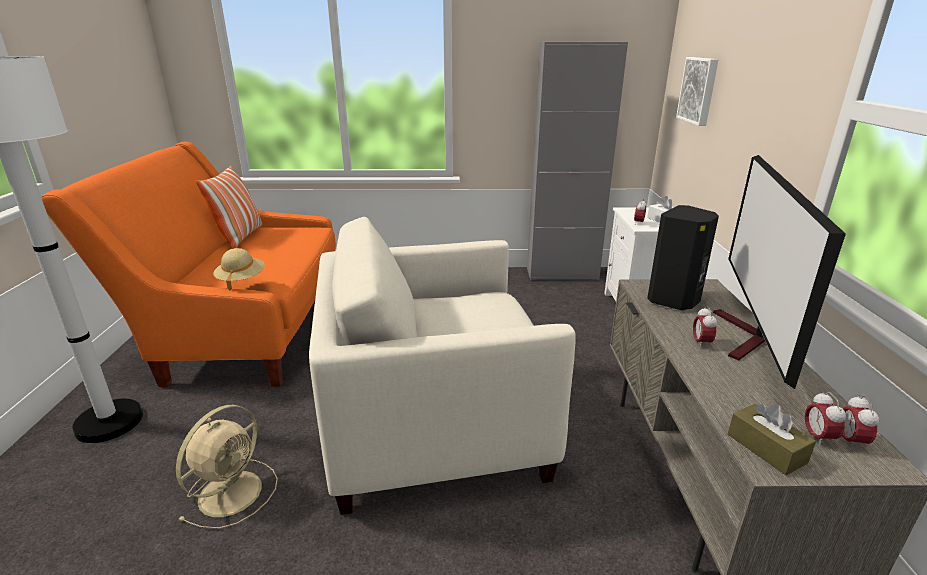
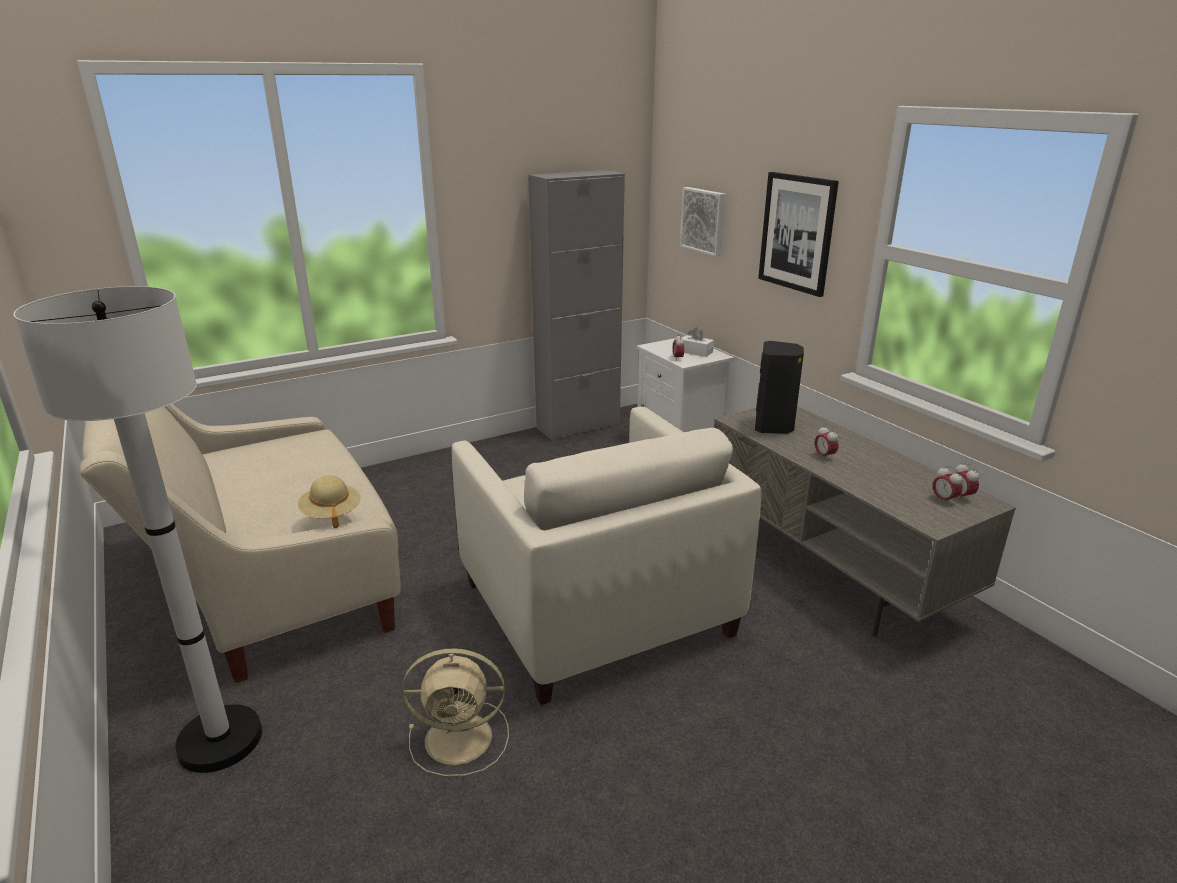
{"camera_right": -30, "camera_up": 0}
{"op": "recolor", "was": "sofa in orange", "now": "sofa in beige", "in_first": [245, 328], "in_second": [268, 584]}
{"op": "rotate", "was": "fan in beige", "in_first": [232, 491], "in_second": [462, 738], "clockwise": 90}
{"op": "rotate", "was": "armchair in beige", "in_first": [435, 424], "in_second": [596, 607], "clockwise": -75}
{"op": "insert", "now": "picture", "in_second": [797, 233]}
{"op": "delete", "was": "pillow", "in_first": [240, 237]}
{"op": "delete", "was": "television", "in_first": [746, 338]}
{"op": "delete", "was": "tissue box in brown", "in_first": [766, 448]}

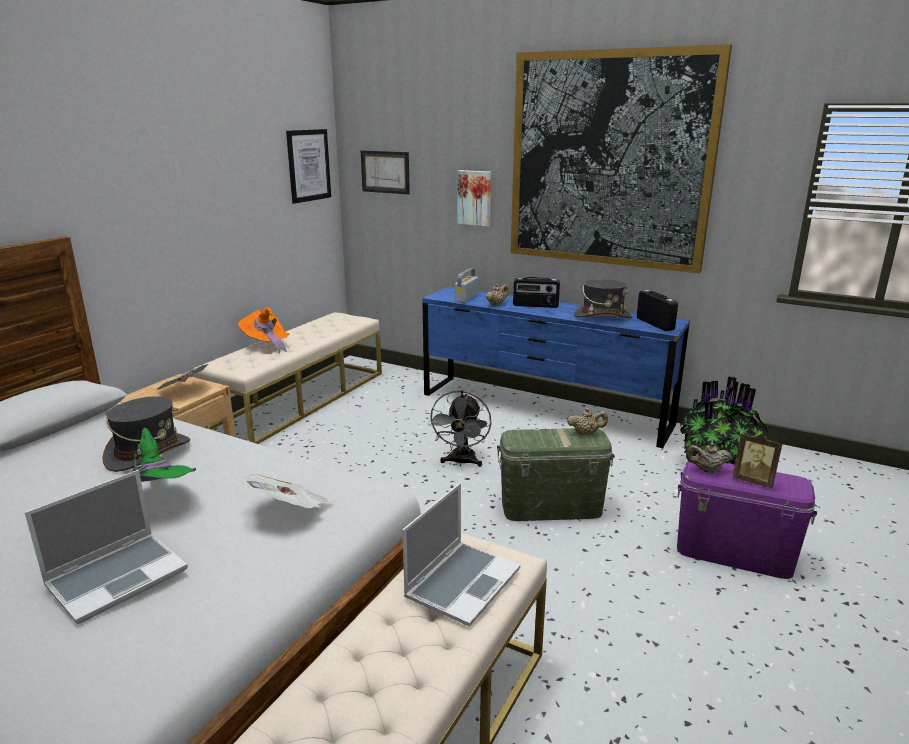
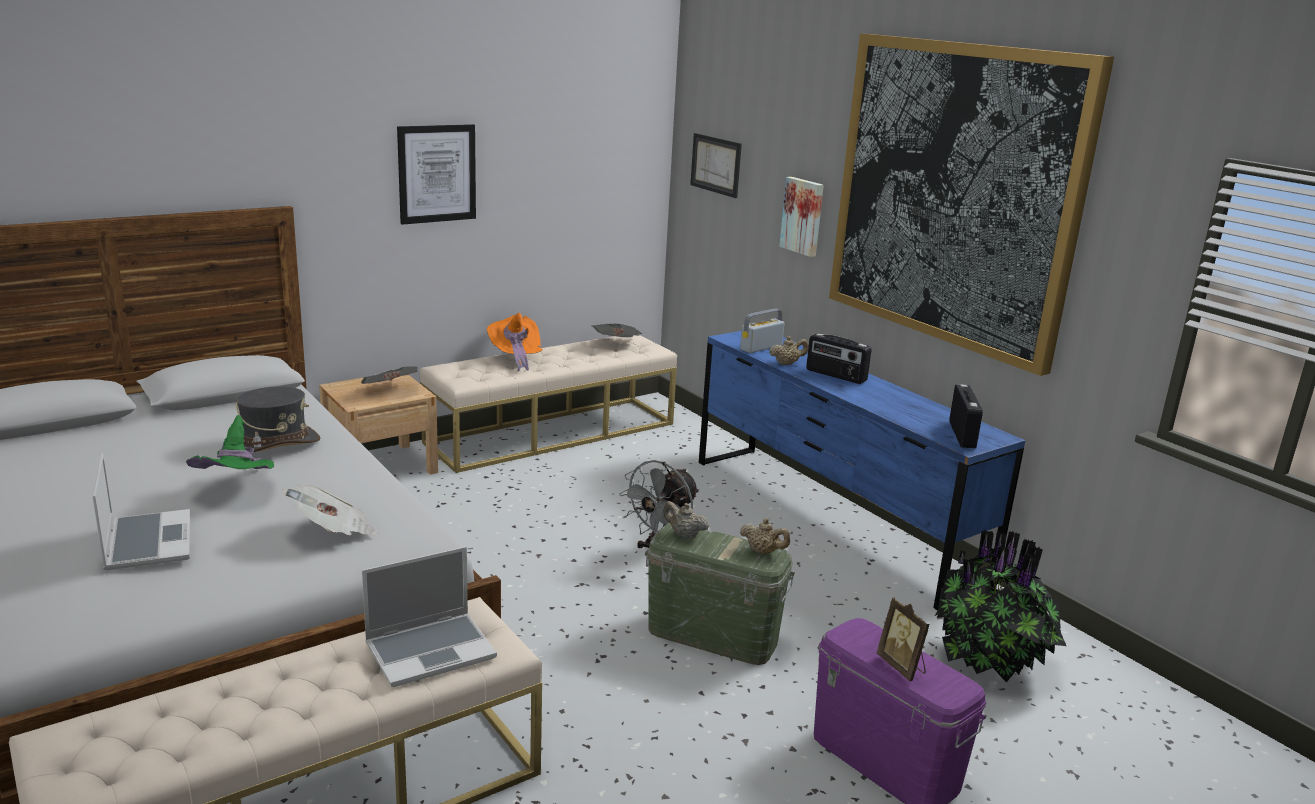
{"camera_right": 25, "camera_up": 0}
{"op": "rotate", "was": "laptop", "in_first": [118, 577], "in_second": [147, 542], "clockwise": -90}
{"op": "move", "was": "picture", "in_first": [308, 165], "in_second": [437, 173]}
{"op": "insert", "now": "newspaper", "in_second": [617, 344]}
{"op": "move", "was": "teapot in beige", "in_first": [706, 470], "in_second": [684, 535]}
{"op": "delete", "was": "hat in grey", "in_first": [602, 316]}

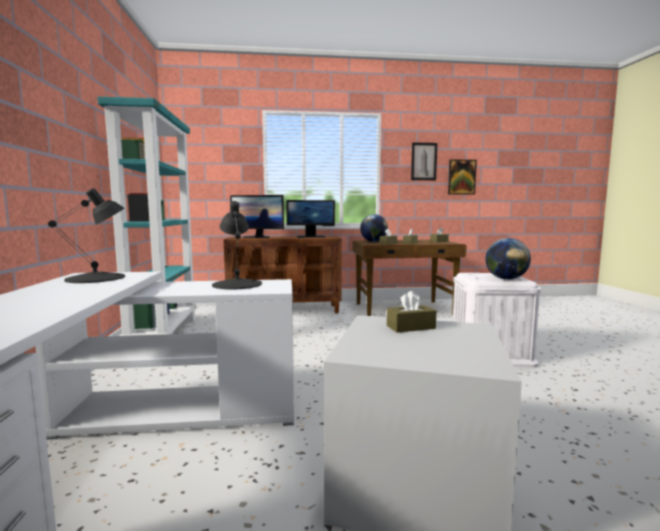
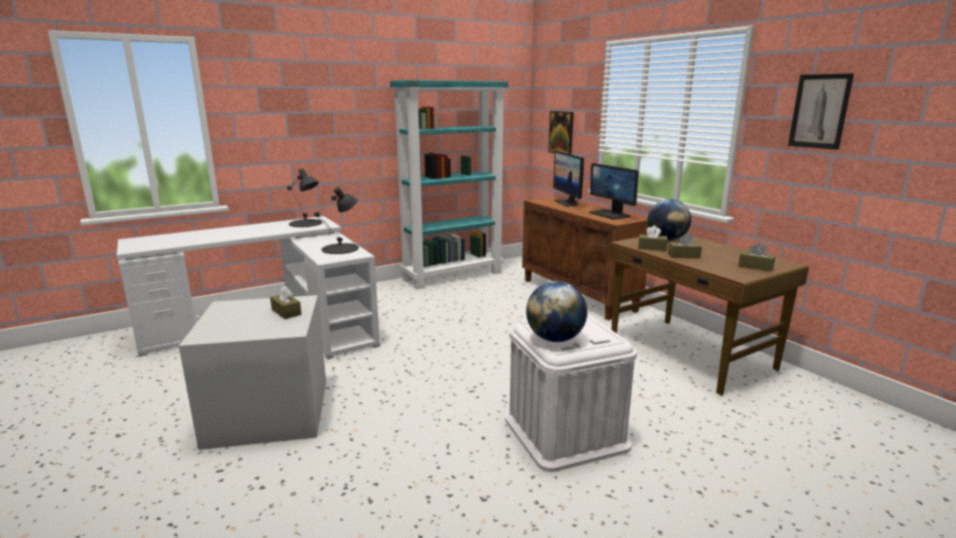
{"camera_right": 65, "camera_up": 10}
{"op": "move", "was": "picture", "in_first": [461, 177], "in_second": [561, 132]}

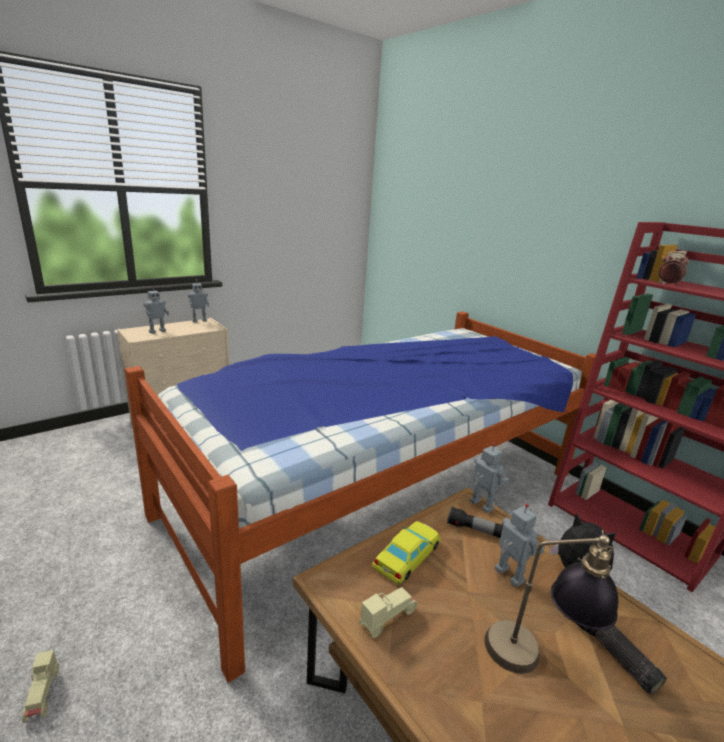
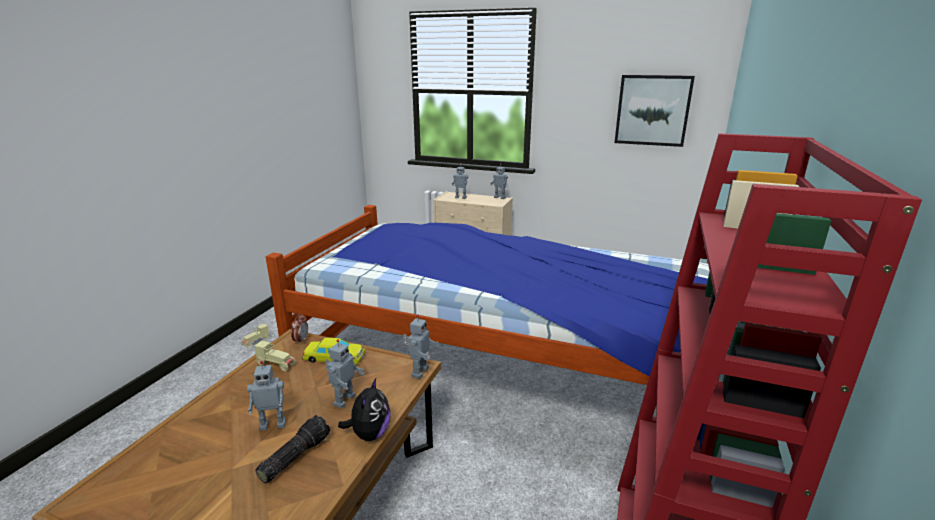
{"camera_right": 60, "camera_up": 0}
{"op": "replace", "was": "table lamp", "now": "toy robot", "in_first": [536, 656], "in_second": [273, 424]}
{"op": "move", "was": "alarm clock", "in_first": [668, 284], "in_second": [301, 341]}
{"op": "insert", "now": "picture", "in_second": [652, 110]}
{"op": "delete", "was": "flashlight", "in_first": [473, 530]}

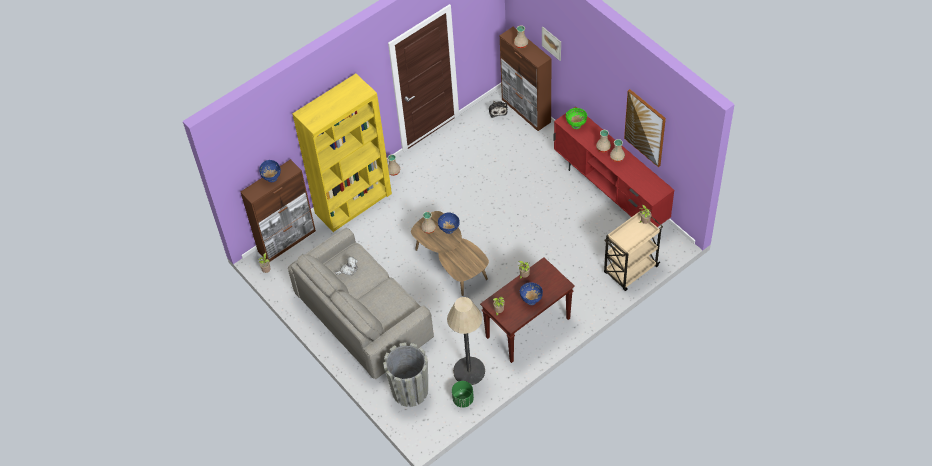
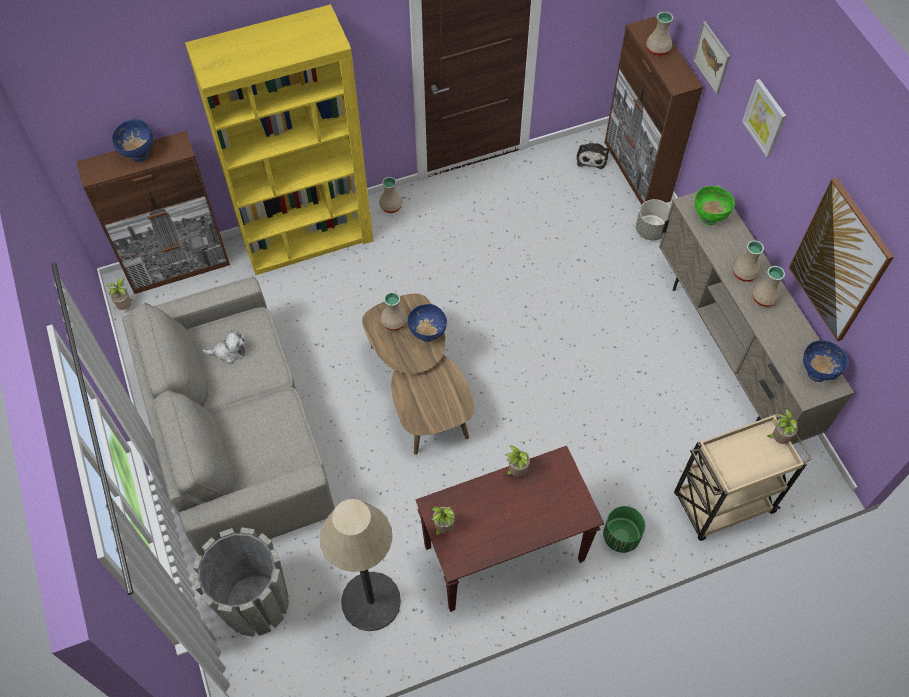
{"camera_right": 15, "camera_up": 5}
{"op": "move", "was": "planter in green", "in_first": [463, 399], "in_second": [621, 537]}
{"op": "insert", "now": "planter in grey", "in_second": [650, 230]}
{"op": "recolor", "was": "tv stand in red", "now": "tv stand in beige", "in_first": [611, 192], "in_second": [732, 350]}
{"op": "insert", "now": "picture", "in_second": [765, 118]}
{"op": "move", "was": "bowl in blue", "in_first": [531, 300], "in_second": [817, 372]}

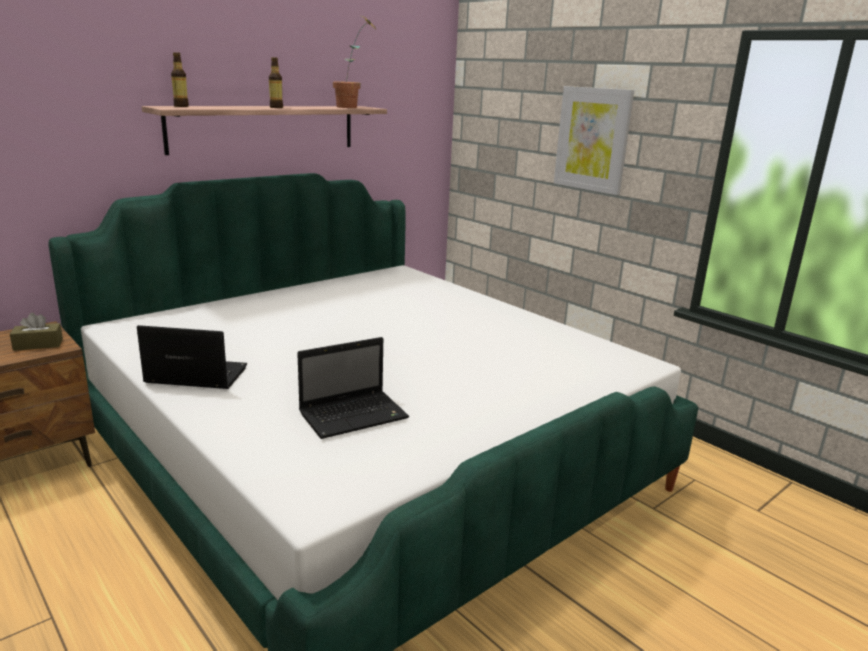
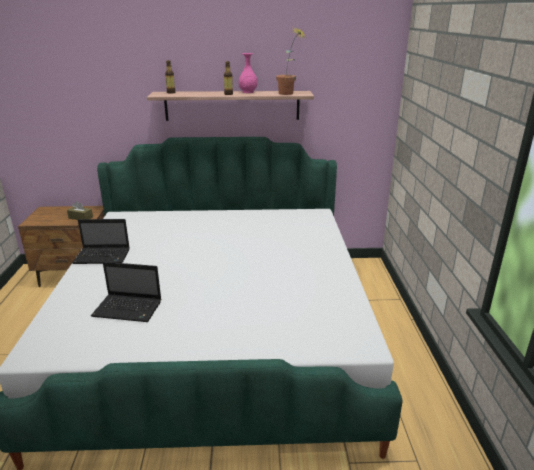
{"camera_right": 40, "camera_up": 5}
{"op": "rotate", "was": "laptop", "in_first": [194, 376], "in_second": [103, 256], "clockwise": 135}
{"op": "insert", "now": "vase in pink", "in_second": [248, 92]}
{"op": "delete", "was": "picture", "in_first": [592, 139]}

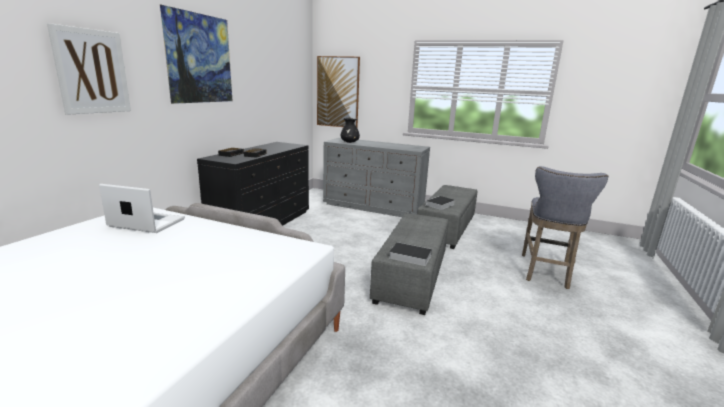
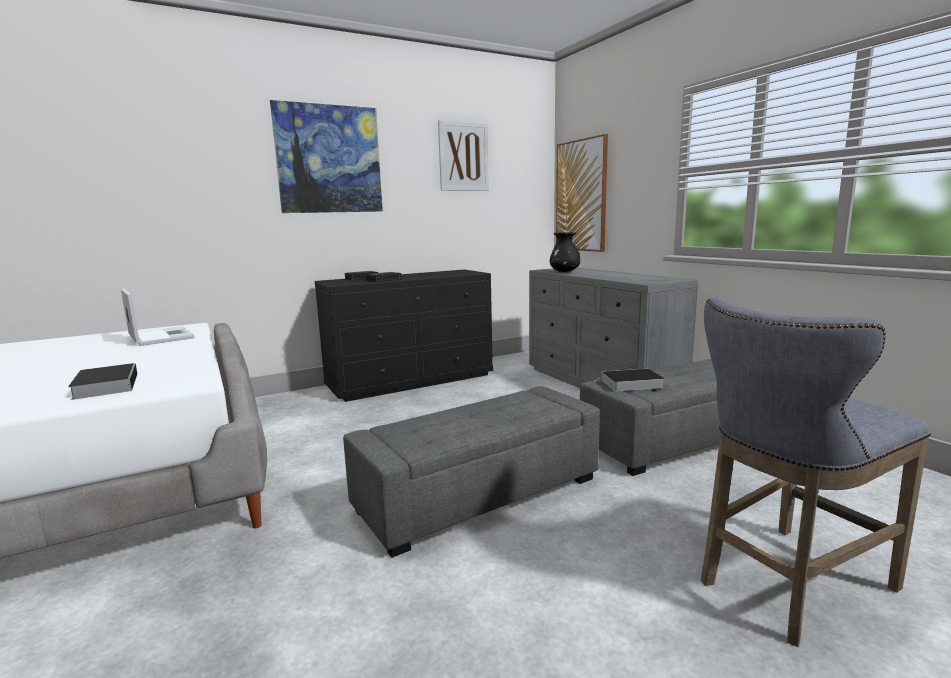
{"camera_right": 40, "camera_up": -5}
{"op": "move", "was": "book", "in_first": [408, 256], "in_second": [106, 385]}
{"op": "move", "was": "picture", "in_first": [92, 71], "in_second": [463, 156]}

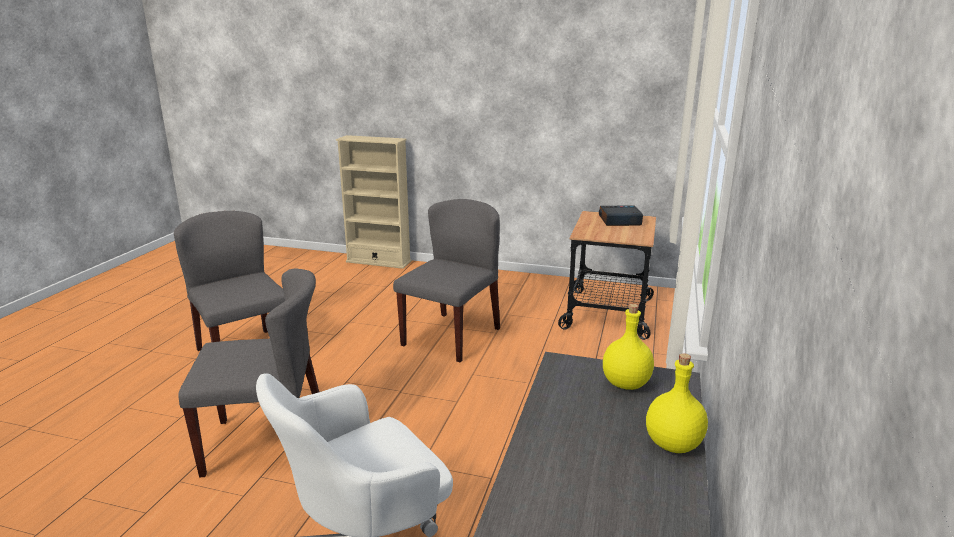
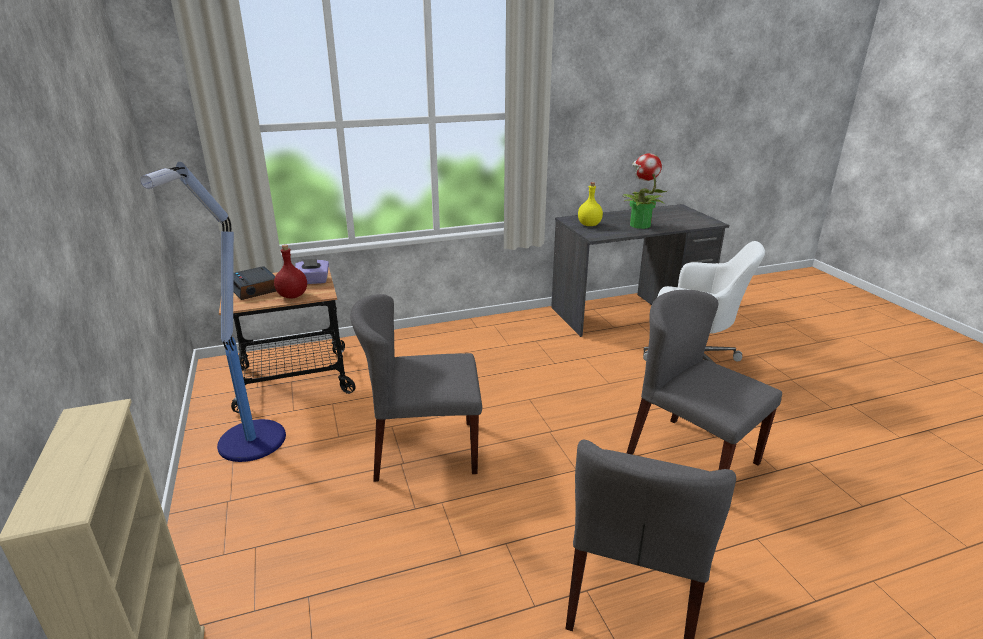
{"camera_right": -125, "camera_up": 5}
{"op": "insert", "now": "floor lamp", "in_second": [250, 442]}
{"op": "insert", "now": "bottle in red", "in_second": [293, 296]}
{"op": "insert", "now": "tissue box in purple", "in_second": [313, 281]}
{"op": "insert", "now": "potted plant", "in_second": [639, 225]}
{"op": "delete", "was": "bottle in yellow", "in_first": [672, 444]}

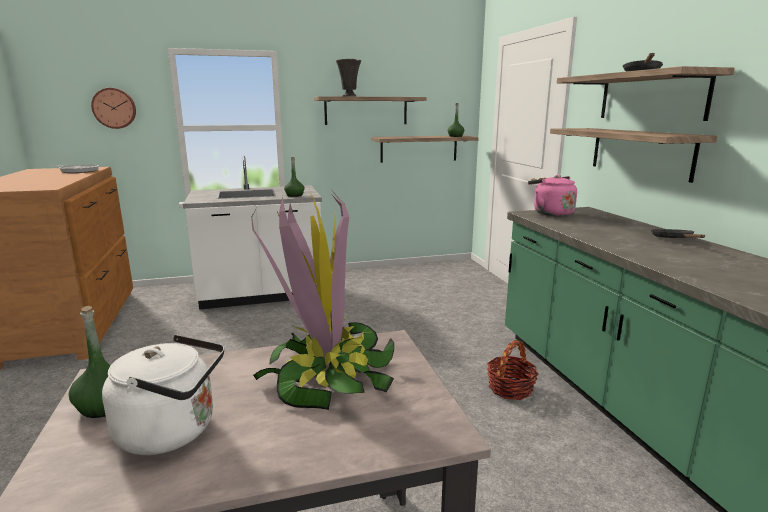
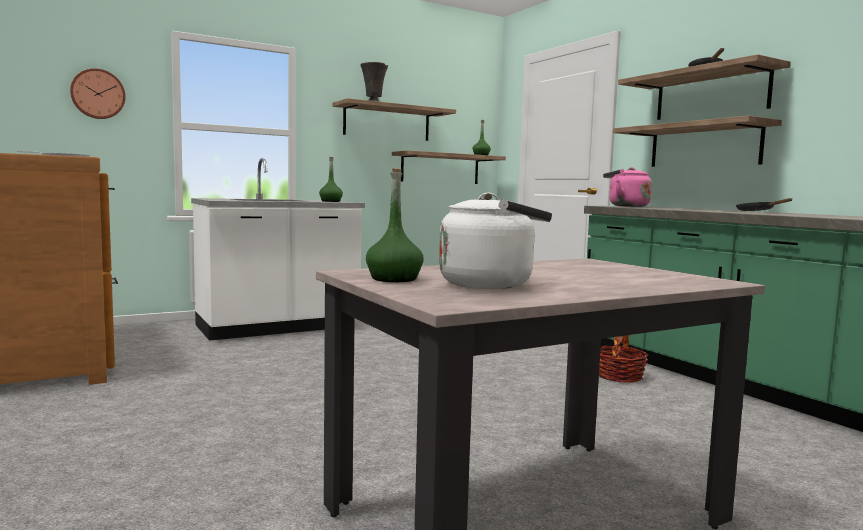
{"camera_right": -15, "camera_up": -10}
{"op": "delete", "was": "potted plant", "in_first": [327, 375]}

